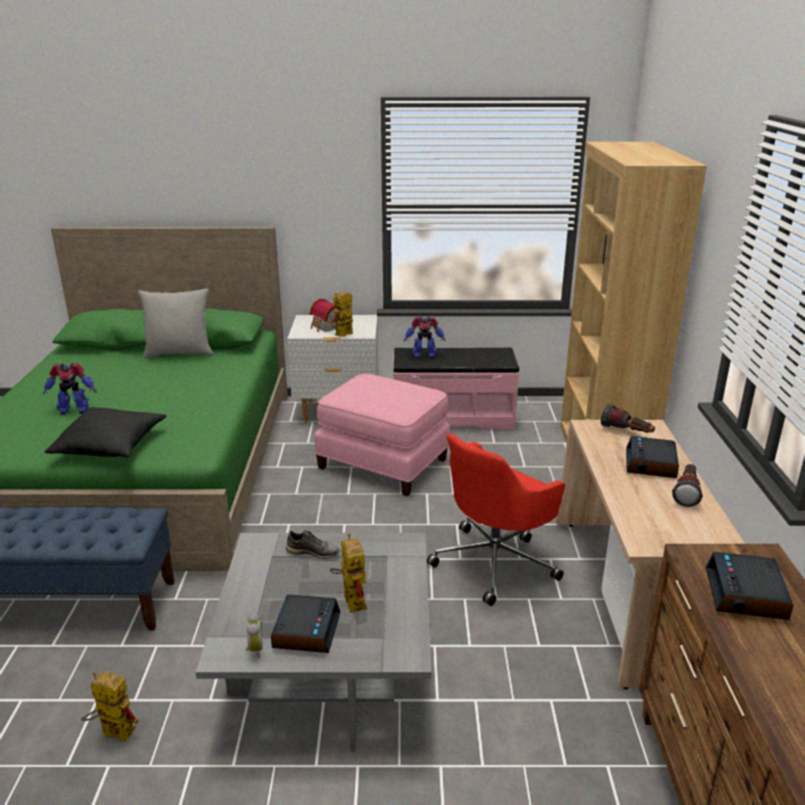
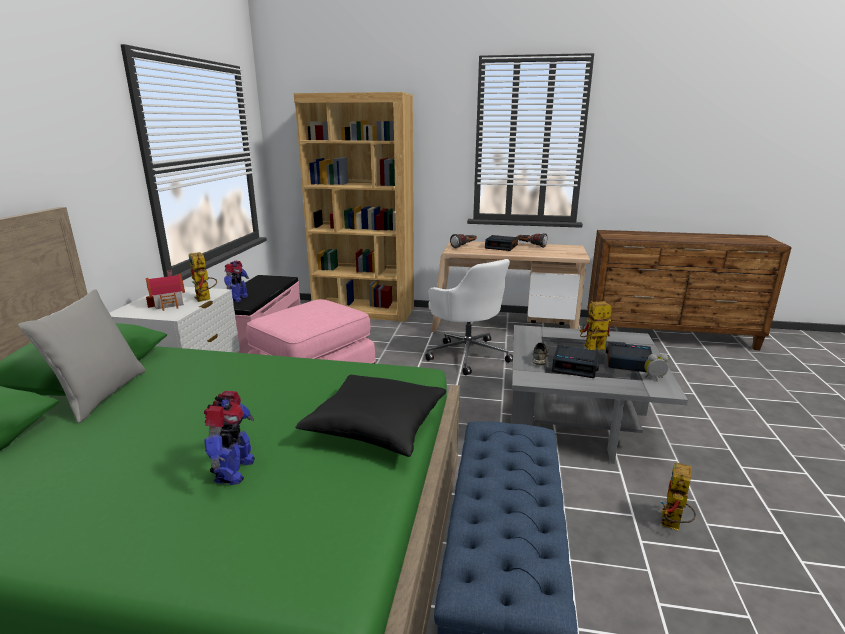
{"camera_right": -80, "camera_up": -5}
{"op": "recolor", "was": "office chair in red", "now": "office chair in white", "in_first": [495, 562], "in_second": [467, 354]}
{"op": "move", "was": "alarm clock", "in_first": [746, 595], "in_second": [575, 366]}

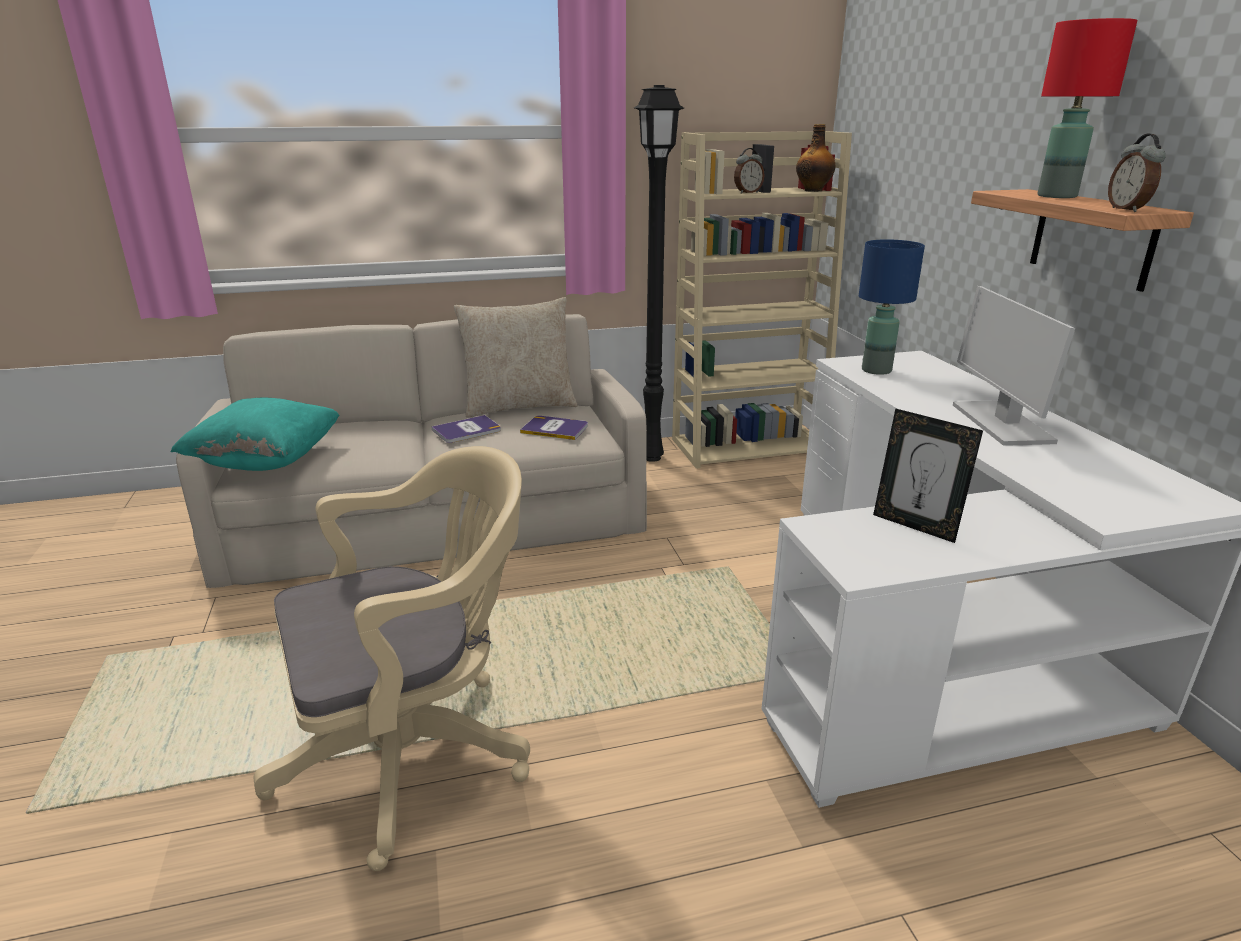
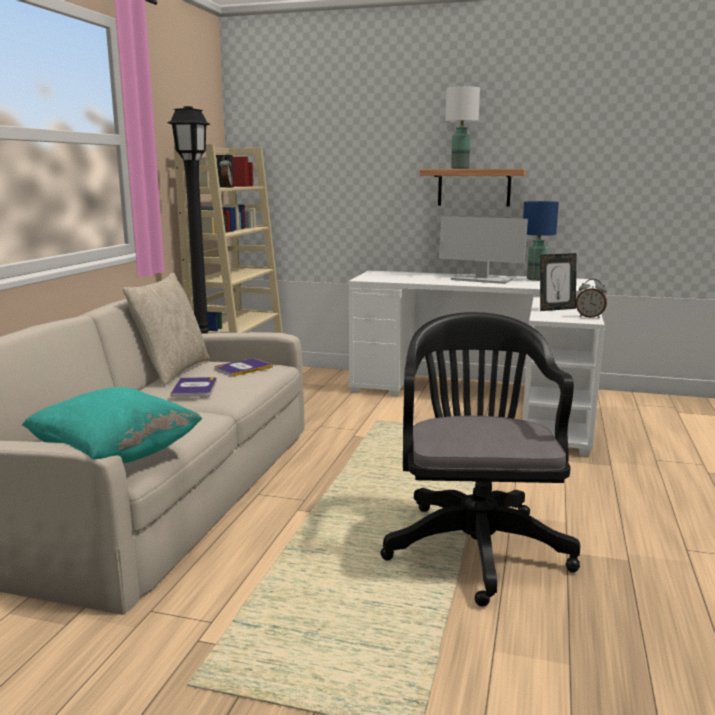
{"camera_right": -60, "camera_up": -10}
{"op": "recolor", "was": "office chair in beige", "now": "office chair in black", "in_first": [417, 752], "in_second": [475, 544]}
{"op": "recolor", "was": "table lamp in red", "now": "table lamp in white", "in_first": [1055, 196], "in_second": [459, 168]}
{"op": "move", "was": "table lamp in blue", "in_first": [876, 370], "in_second": [536, 279]}
{"op": "move", "was": "alarm clock", "in_first": [1128, 210], "in_second": [590, 317]}
{"op": "delete", "was": "bottle", "in_first": [813, 190]}

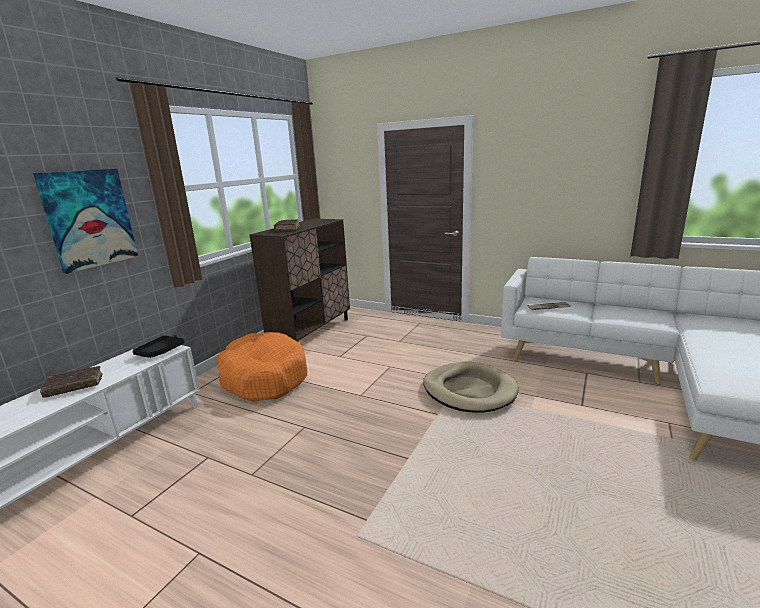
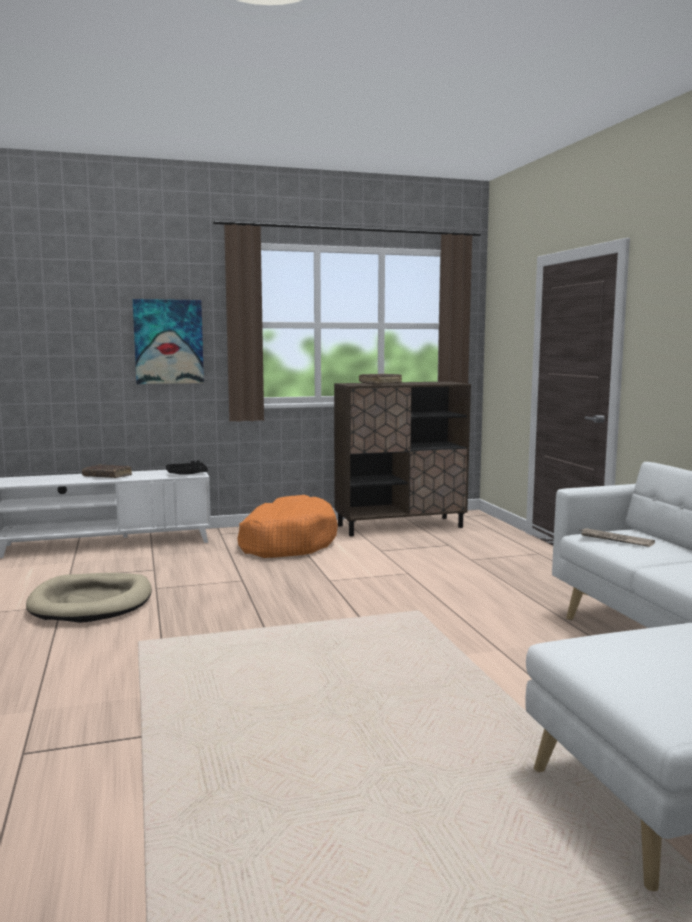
{"camera_right": 45, "camera_up": -10}
{"op": "move", "was": "dog bed in beige", "in_first": [469, 390], "in_second": [92, 602]}

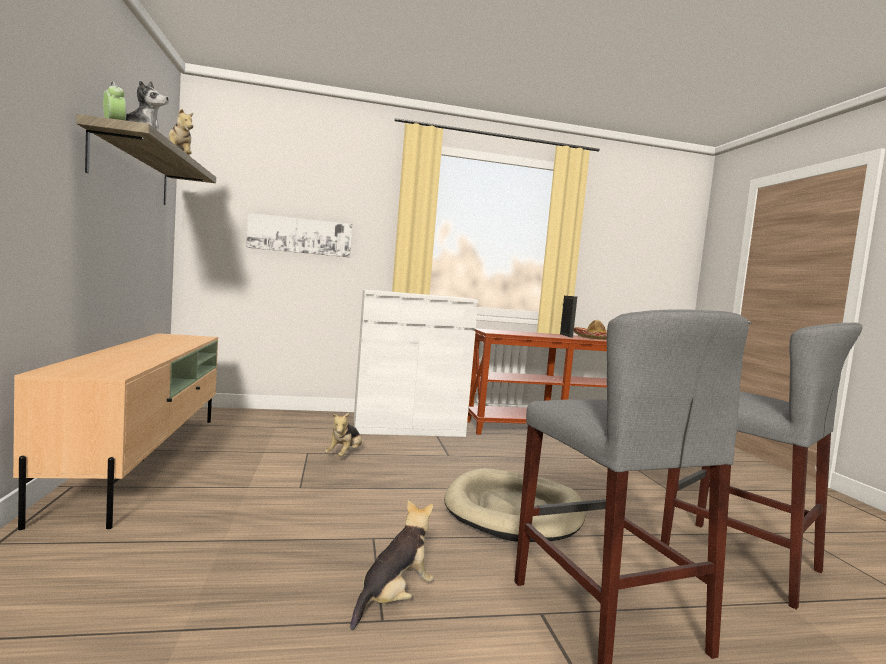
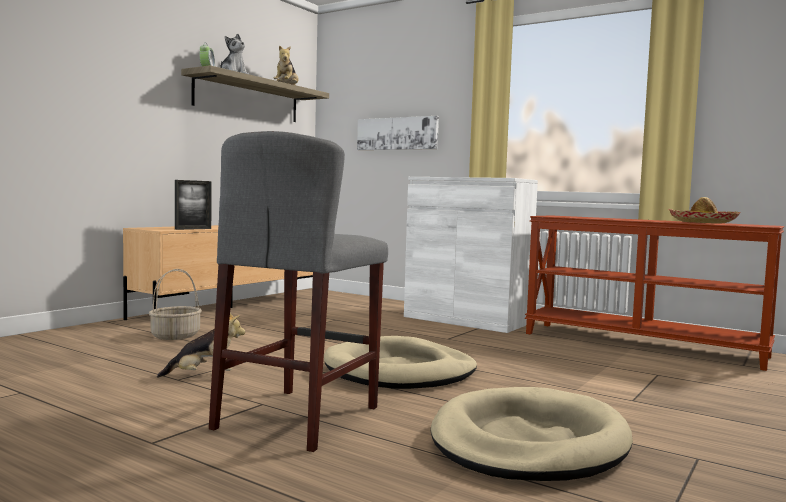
{"camera_right": 45, "camera_up": 0}
{"op": "insert", "now": "basket", "in_second": [175, 336]}
{"op": "move", "was": "picture frame", "in_first": [566, 335], "in_second": [193, 229]}
{"op": "replace", "was": "stool in grey", "now": "dog bed in beige", "in_first": [738, 559], "in_second": [528, 442]}
{"op": "delete", "was": "plush toy", "in_first": [344, 455]}

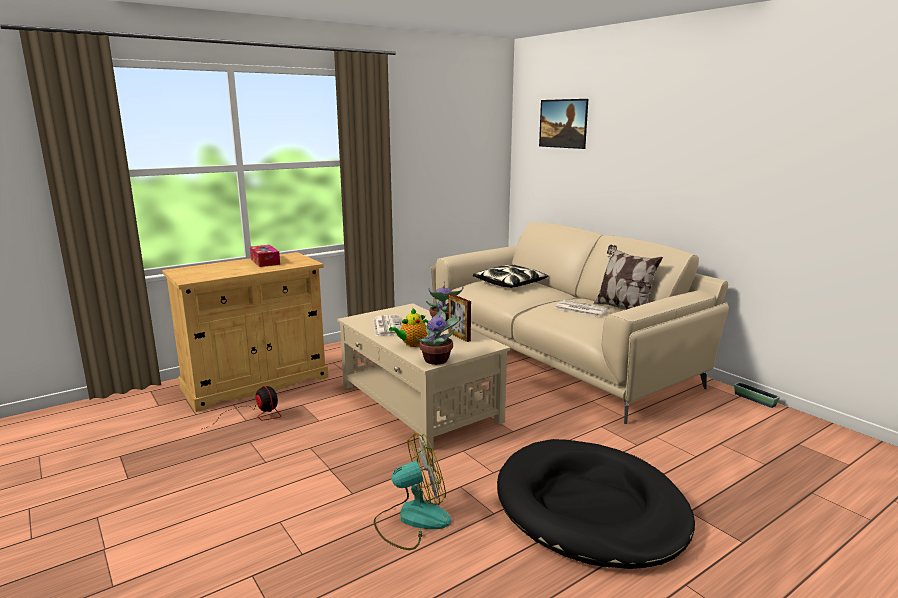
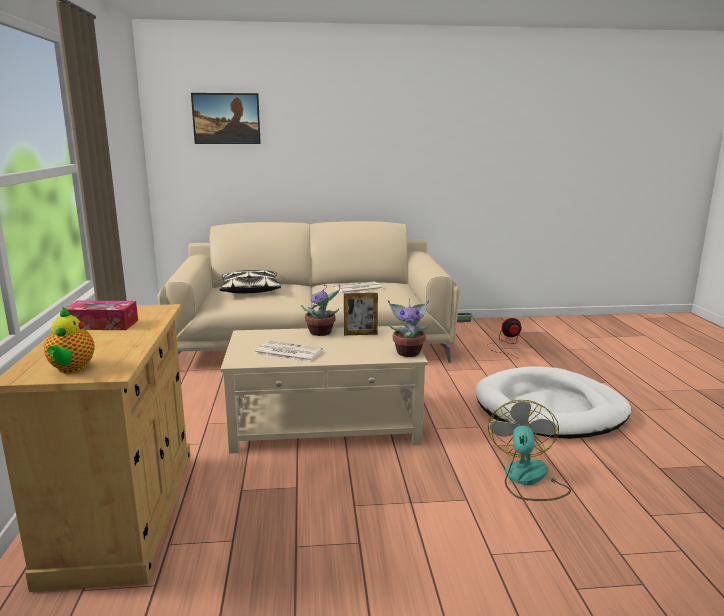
{"camera_right": -60, "camera_up": 0}
{"op": "move", "was": "teapot", "in_first": [412, 344], "in_second": [71, 369]}
{"op": "recolor", "was": "dog bed in black", "now": "dog bed in white", "in_first": [590, 508], "in_second": [550, 408]}
{"op": "move", "was": "fan", "in_first": [254, 415], "in_second": [506, 344]}
{"op": "delete", "was": "pillow", "in_first": [623, 309]}

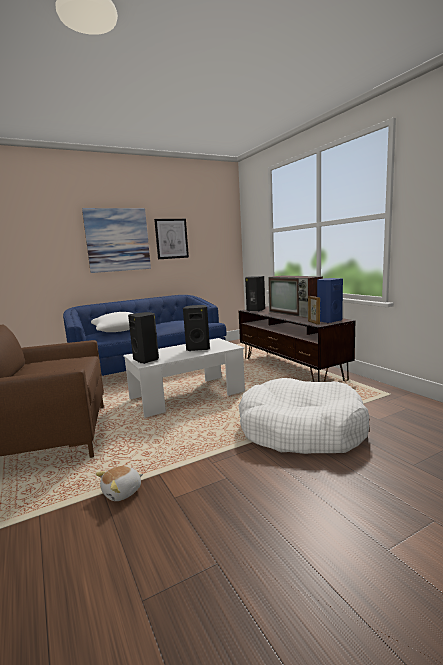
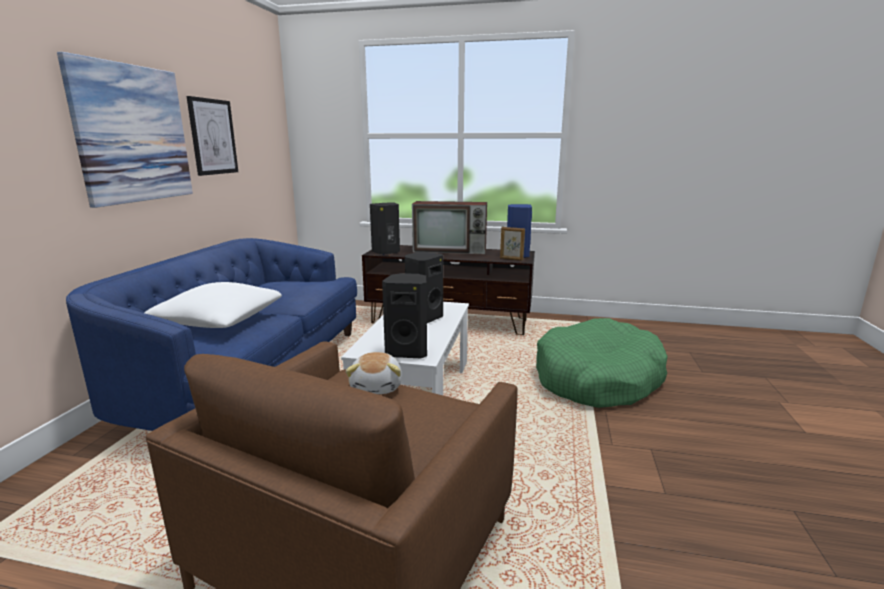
{"camera_right": -50, "camera_up": 5}
{"op": "move", "was": "plush toy", "in_first": [122, 492], "in_second": [377, 387]}
{"op": "recolor", "was": "dog bed in white", "now": "dog bed in green", "in_first": [301, 430], "in_second": [597, 379]}

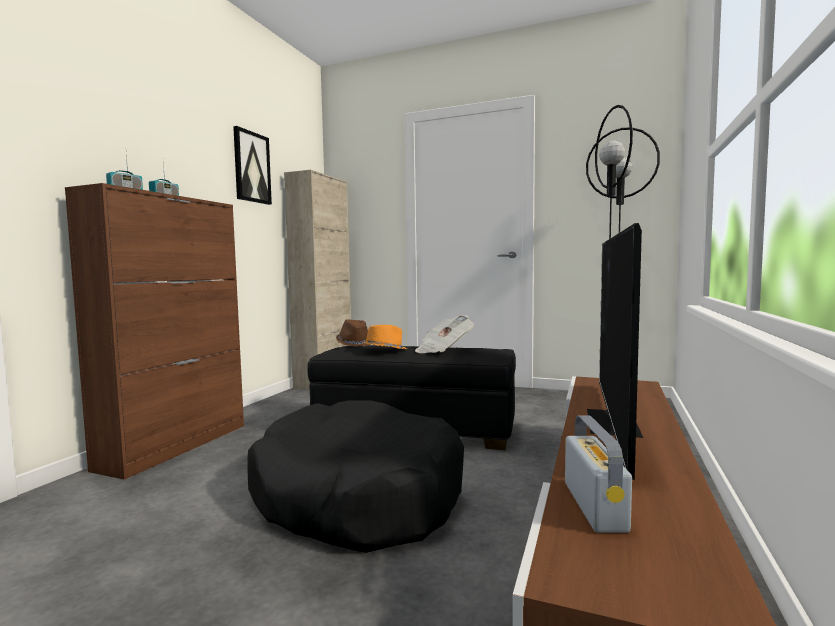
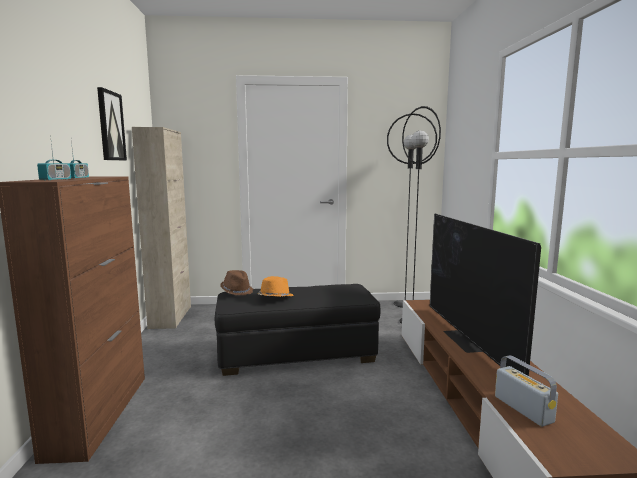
{"camera_right": -25, "camera_up": 5}
{"op": "delete", "was": "dog bed in black", "in_first": [356, 496]}
{"op": "delete", "was": "newspaper", "in_first": [443, 350]}

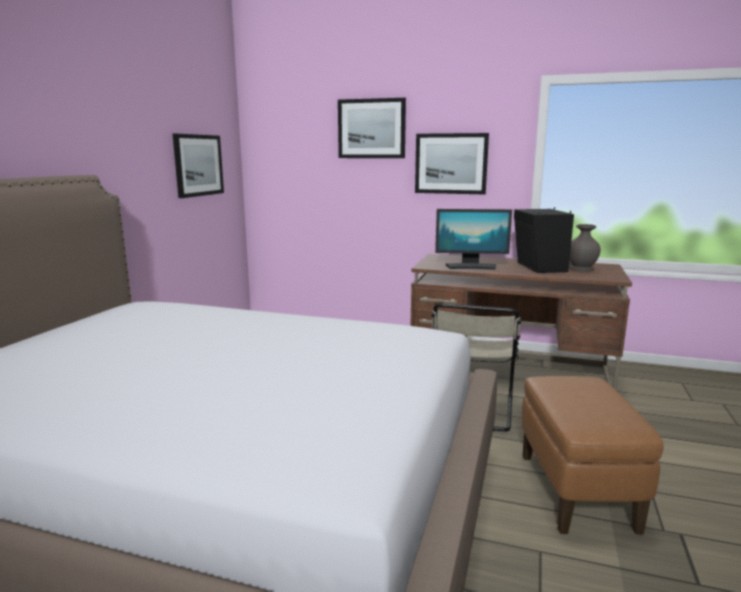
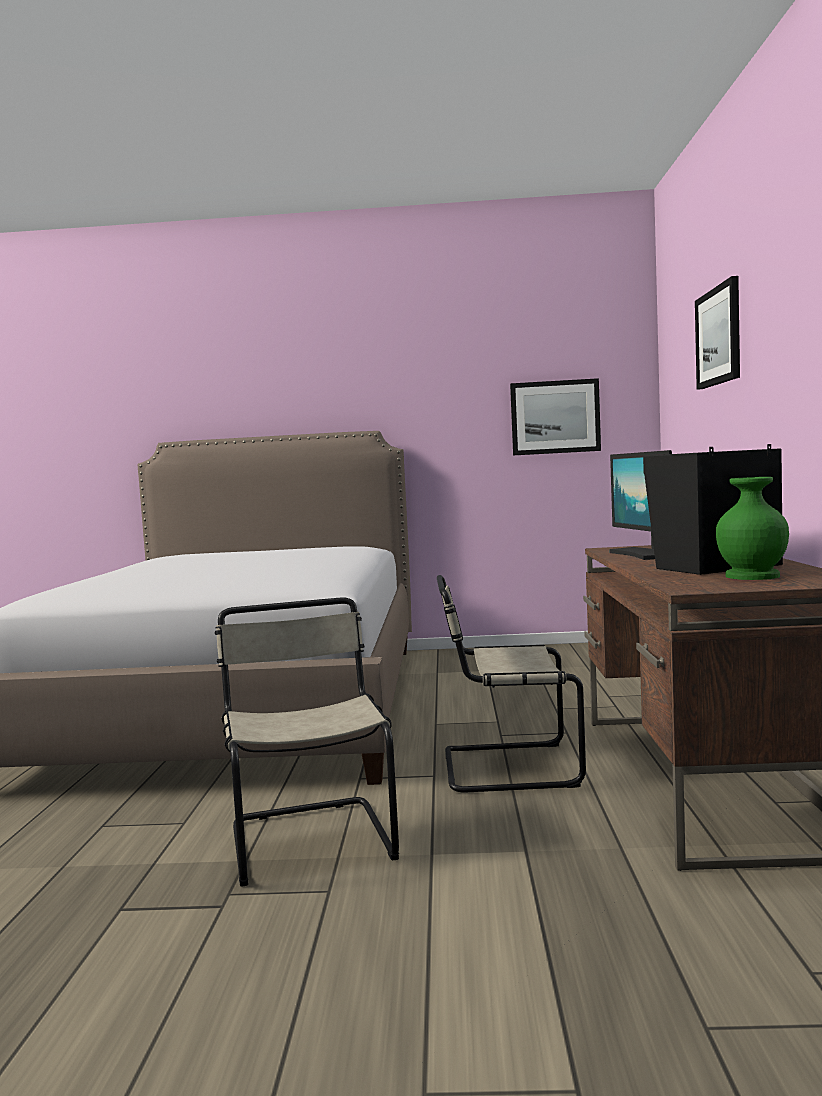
{"camera_right": 75, "camera_up": -10}
{"op": "replace", "was": "ottoman in brown", "now": "chair in beige", "in_first": [575, 491], "in_second": [310, 838]}
{"op": "recolor", "was": "vase in grey", "now": "vase in green", "in_first": [580, 269], "in_second": [751, 576]}
{"op": "delete", "was": "picture", "in_first": [451, 163]}

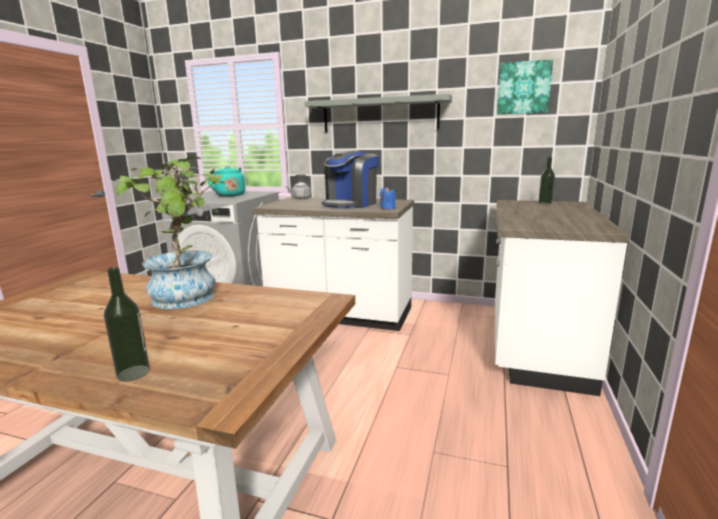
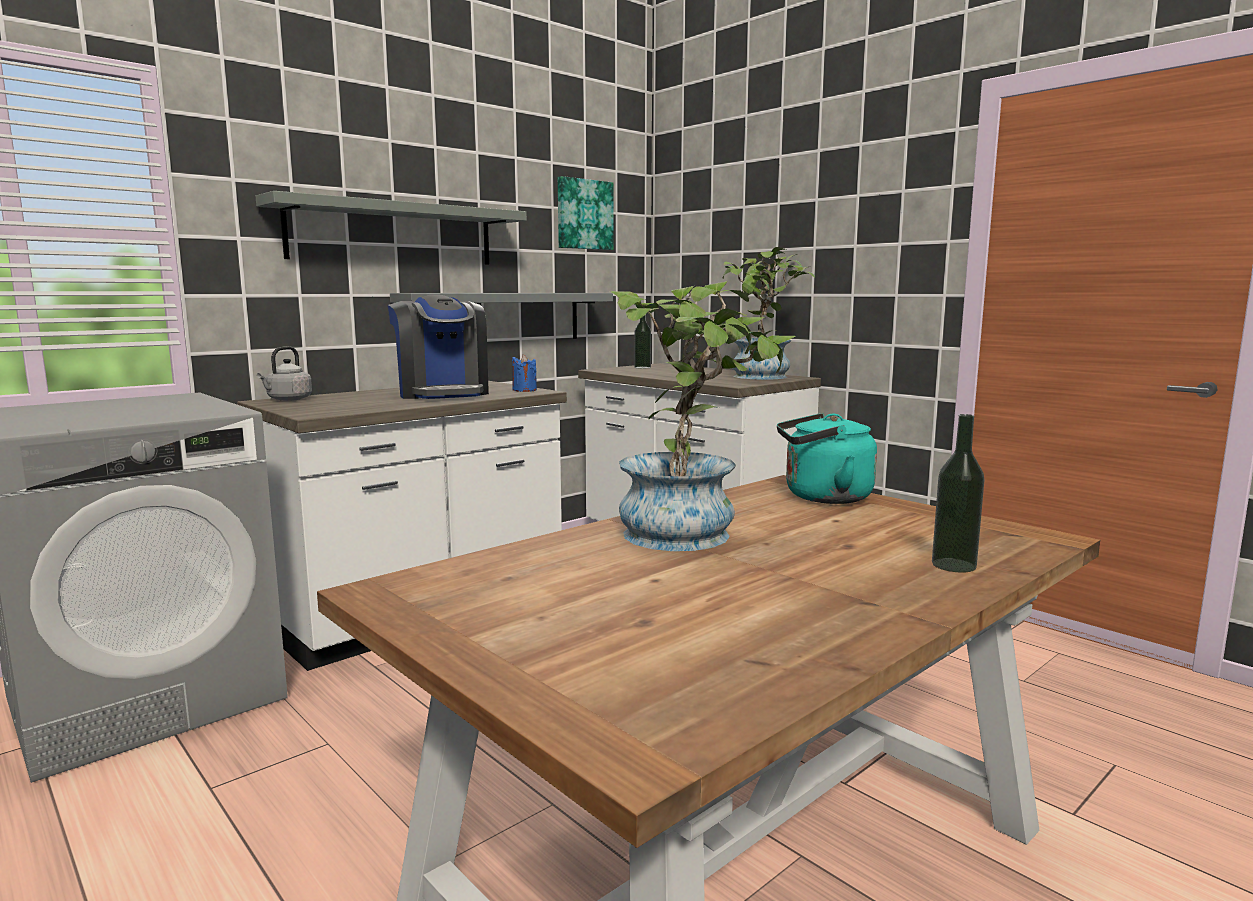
{"camera_right": -60, "camera_up": -5}
{"op": "insert", "now": "shelf in grey", "in_second": [499, 317]}
{"op": "insert", "now": "potted plant", "in_second": [761, 377]}
{"op": "move", "was": "kettle in turquoise", "in_first": [229, 195], "in_second": [822, 497]}

